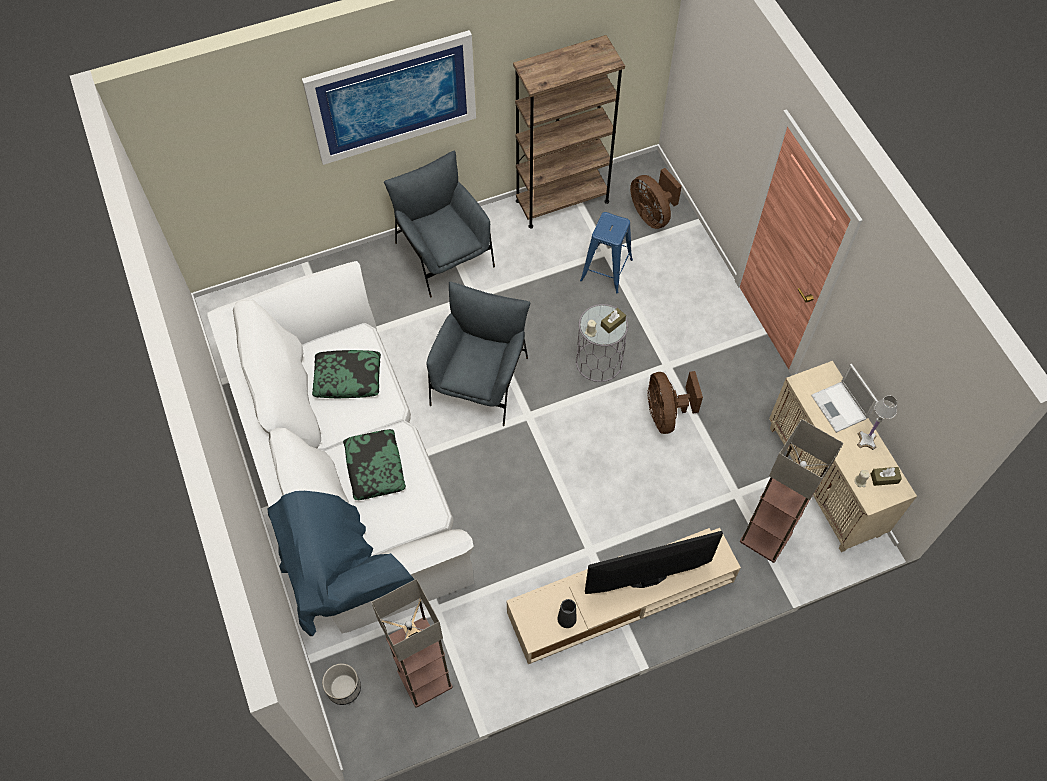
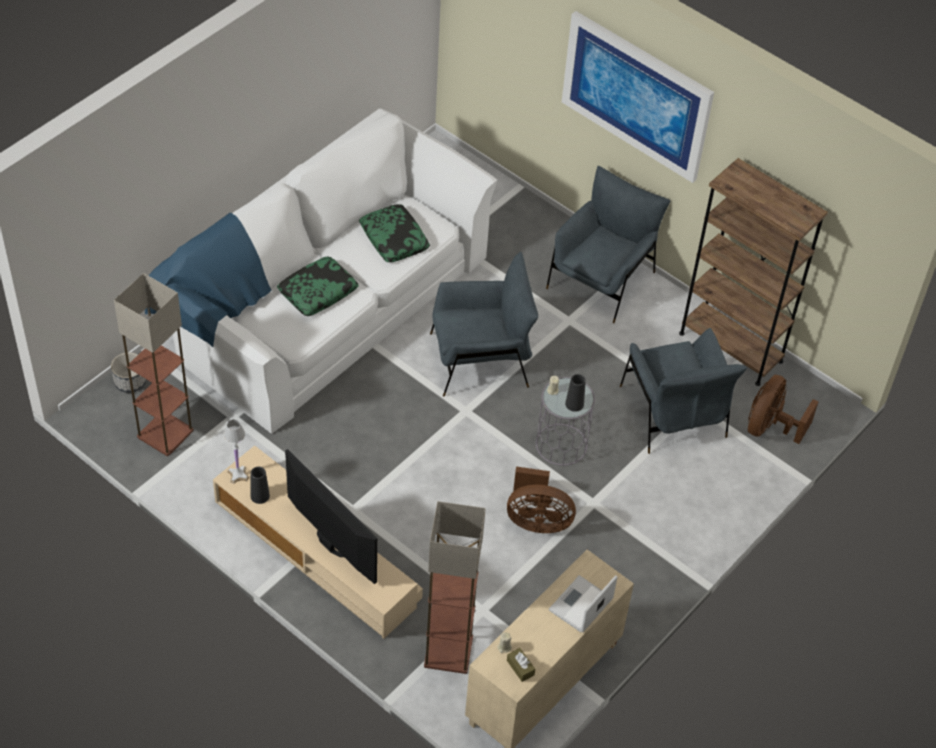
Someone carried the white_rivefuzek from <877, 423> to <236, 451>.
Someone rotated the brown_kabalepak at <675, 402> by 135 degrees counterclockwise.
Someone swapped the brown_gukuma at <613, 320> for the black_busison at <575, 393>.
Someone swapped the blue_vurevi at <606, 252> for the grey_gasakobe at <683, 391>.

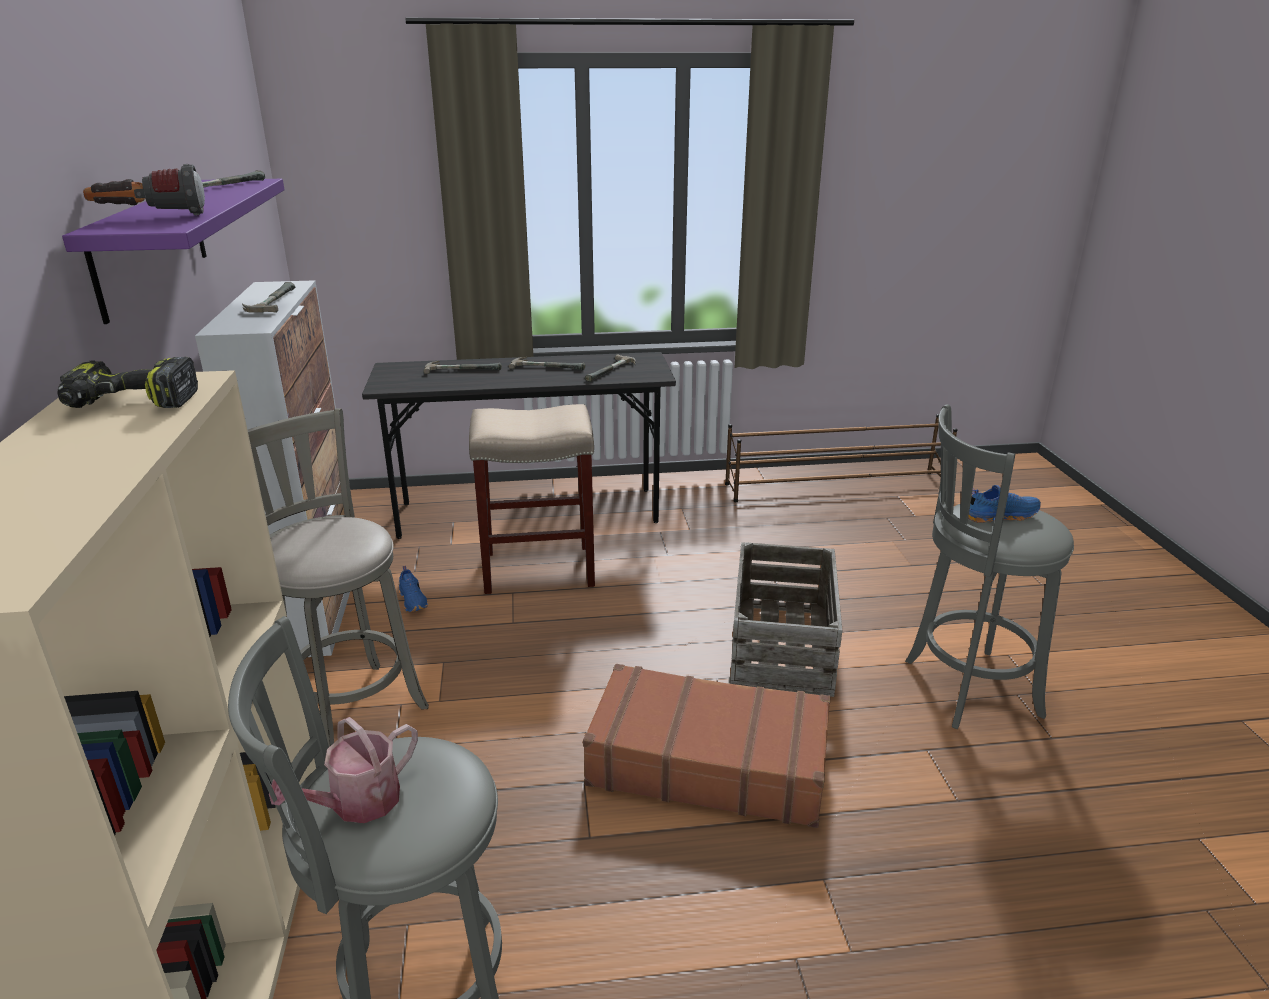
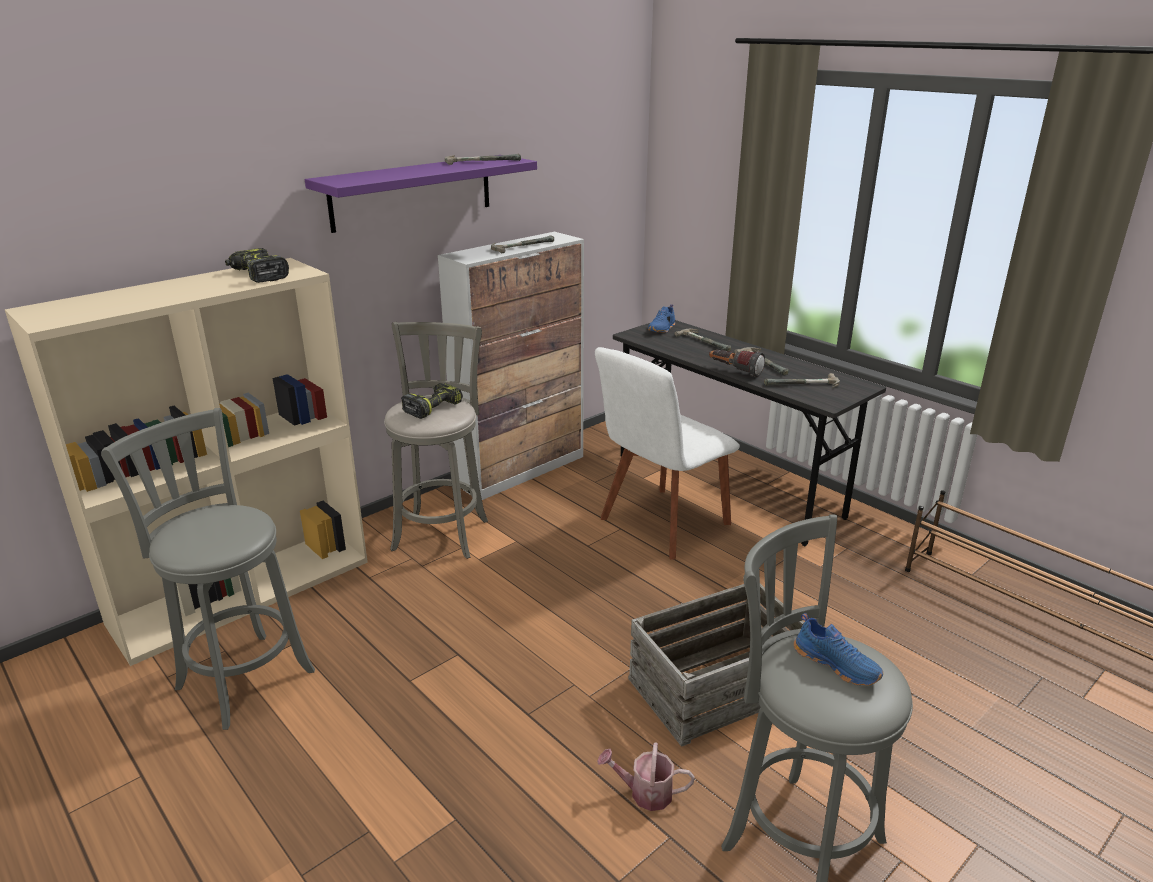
Someone put down the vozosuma at <432, 401>.
Someone swapped the beige_vurevi at <532, 499> for the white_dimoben at <667, 453>.
Someone carried the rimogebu from <343, 770> to <646, 776>.
Someone carried the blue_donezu from <413, 589> to <661, 318>.
Someone carried the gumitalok from <144, 189> to <737, 363>.
Someone took away the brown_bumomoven at <707, 746>.

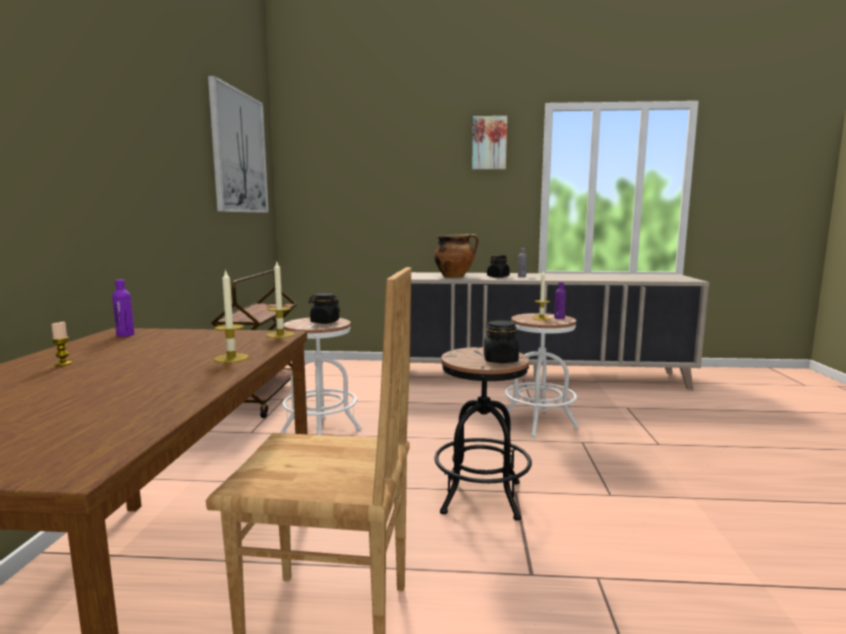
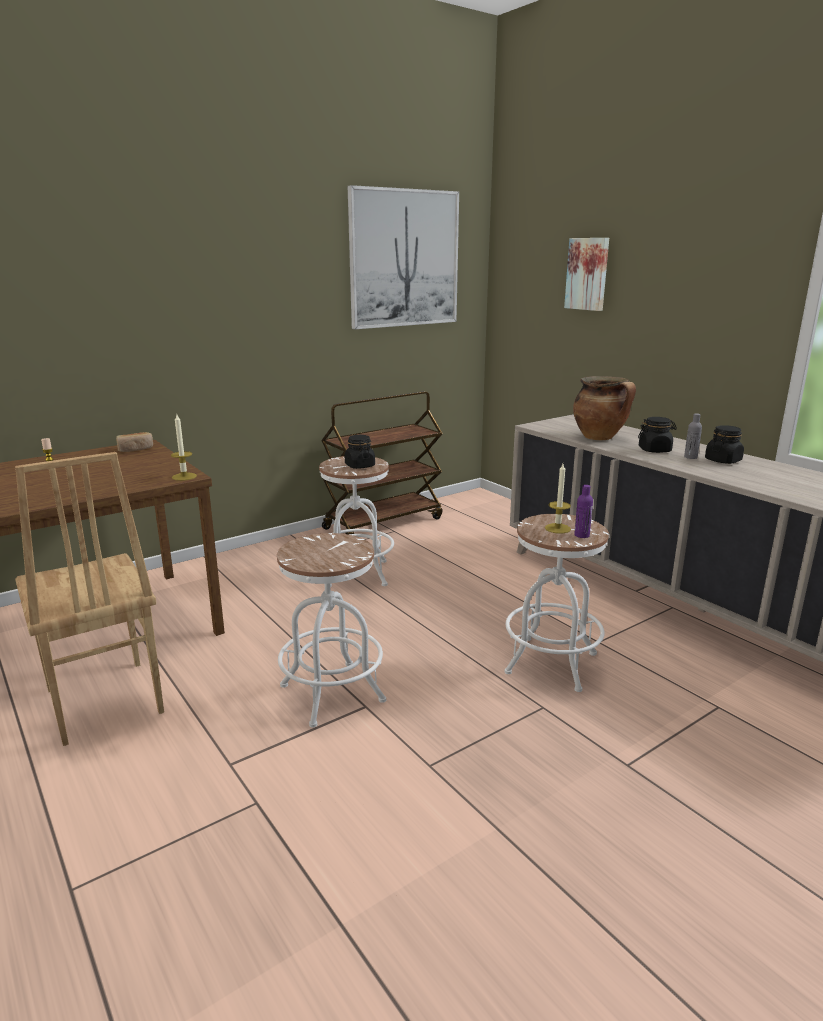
Someone swapped the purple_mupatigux at <123, 308> for the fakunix at <134, 442>.
Someone repainted the black_vurevi at <483, 434>, which became the white_vurevi at <331, 630>.
Someone carried the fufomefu from <489, 143> to <586, 274>.
Someone carried the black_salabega from <501, 341> to <724, 444>.
Someone took away the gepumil at <231, 316>.

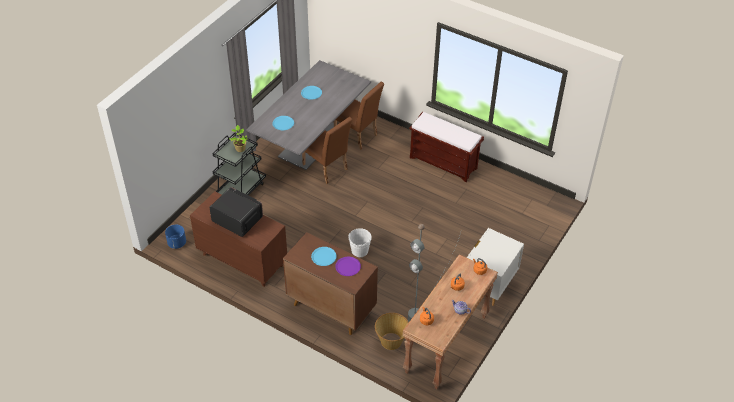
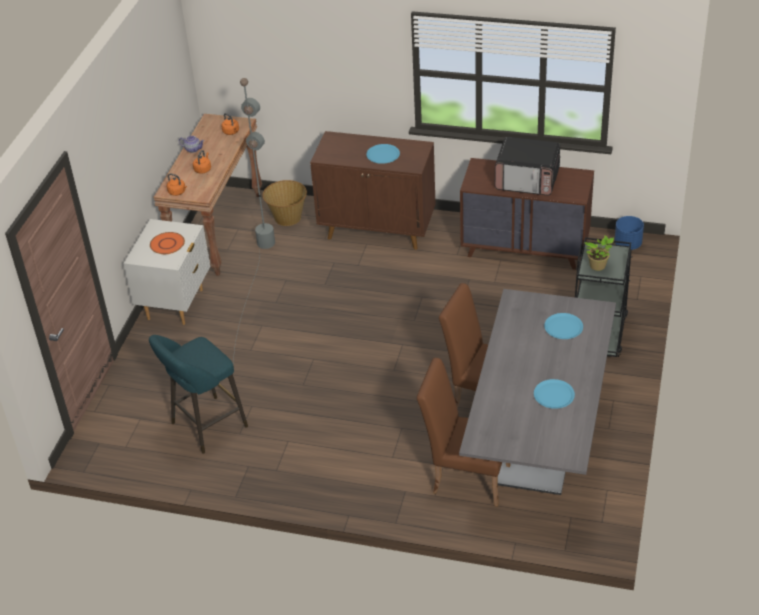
Someone put down the turquoise_vurevi at <198, 394>.
Someone put down the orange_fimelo at <167, 243>.
Someone took away the purple_fimelo at <348, 266>.
Someone took away the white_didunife at <360, 242>.
Someone took away the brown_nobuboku at <446, 147>.

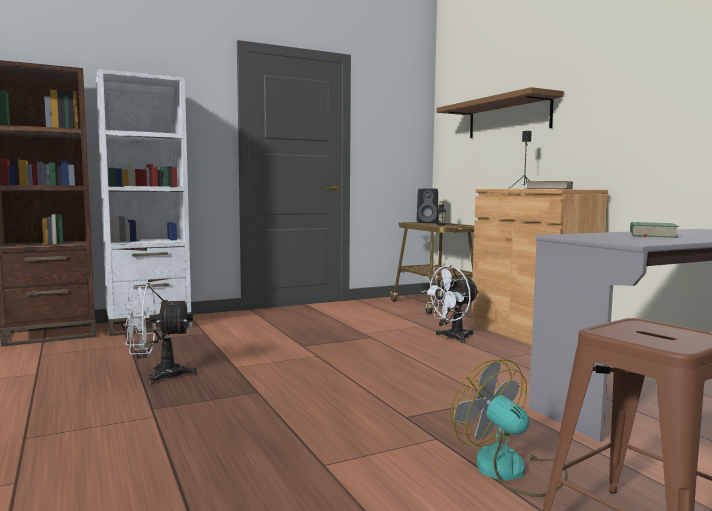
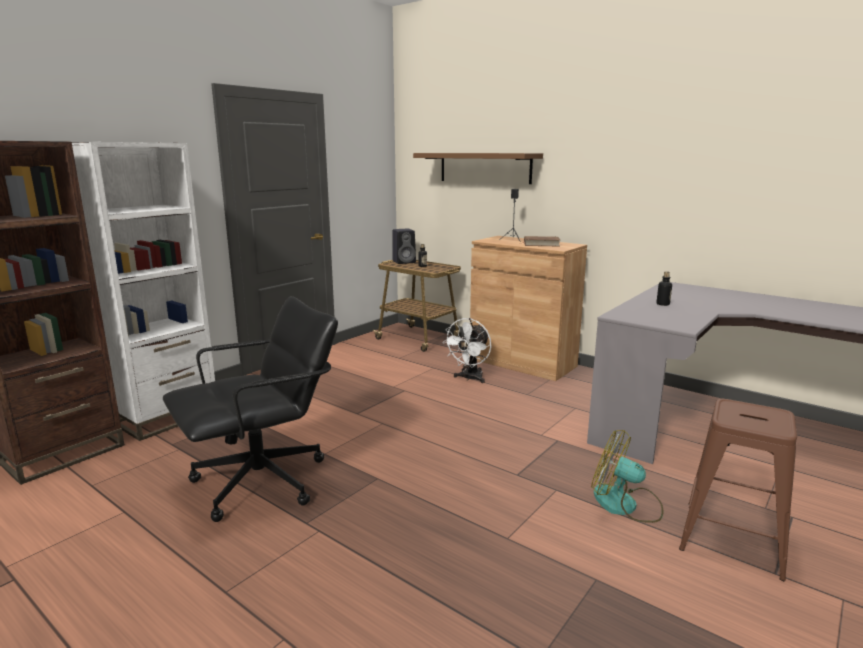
Someone swapped the white_kabalepak at <160, 334> for the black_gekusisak at <250, 409>.
Someone swapped the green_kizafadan at <654, 230> for the mupatigux at <664, 288>.

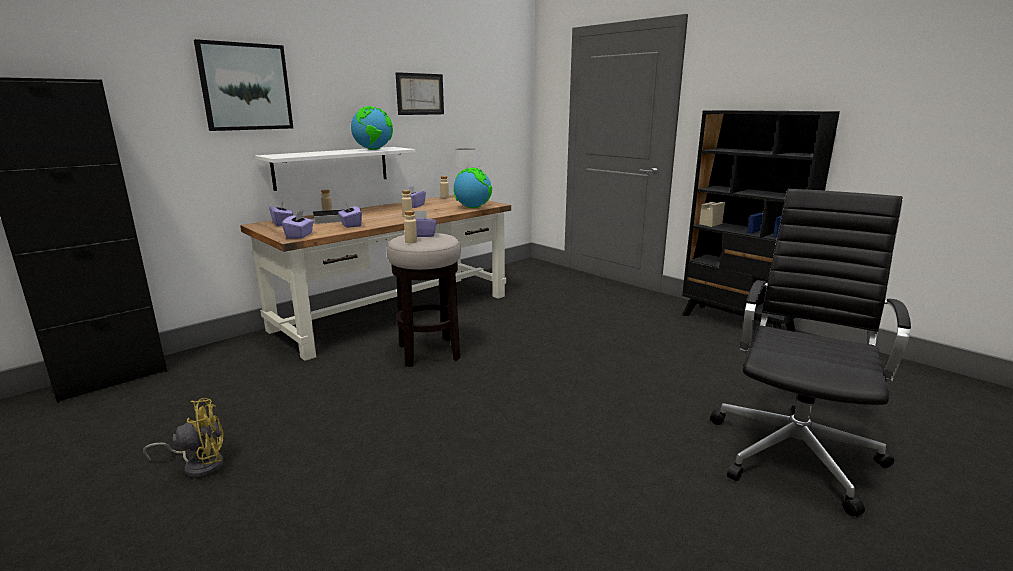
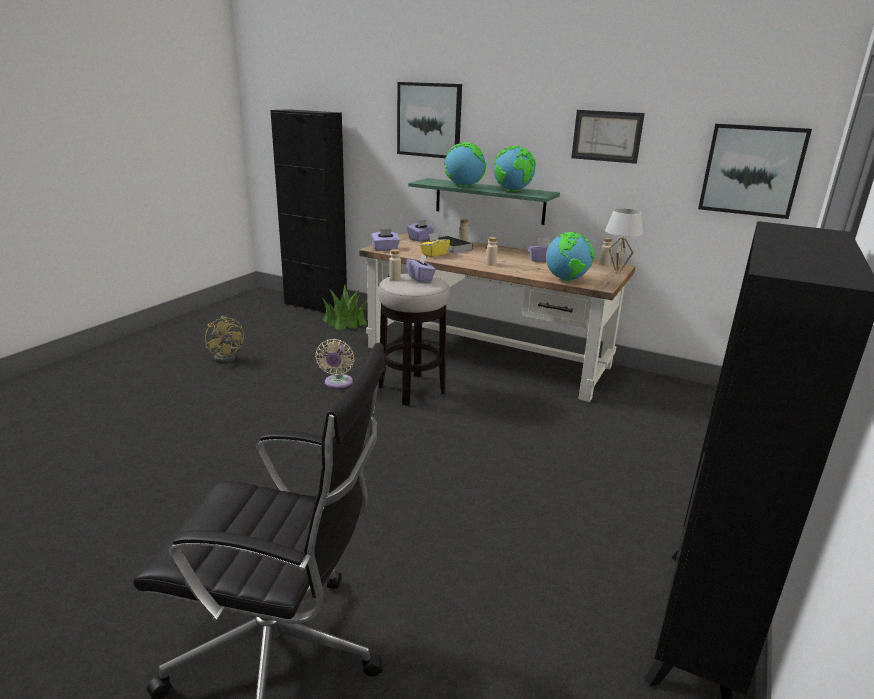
Someone put down the beige_kabalepak at <334, 364>.
Someone put down the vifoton at <345, 308>.
Someone repainted the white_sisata at <335, 169>, which became the green_sisata at <484, 201>.
Someone repainted the purple_gukuma at <350, 216>, which became the yellow_gukuma at <435, 244>.
Someone put down the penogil at <465, 164>.
Someone put up the fufomefu at <755, 171>.

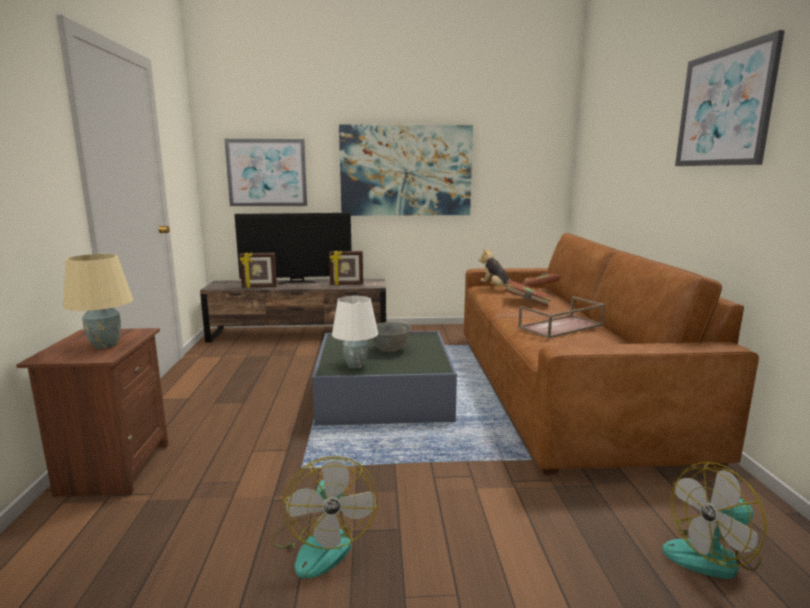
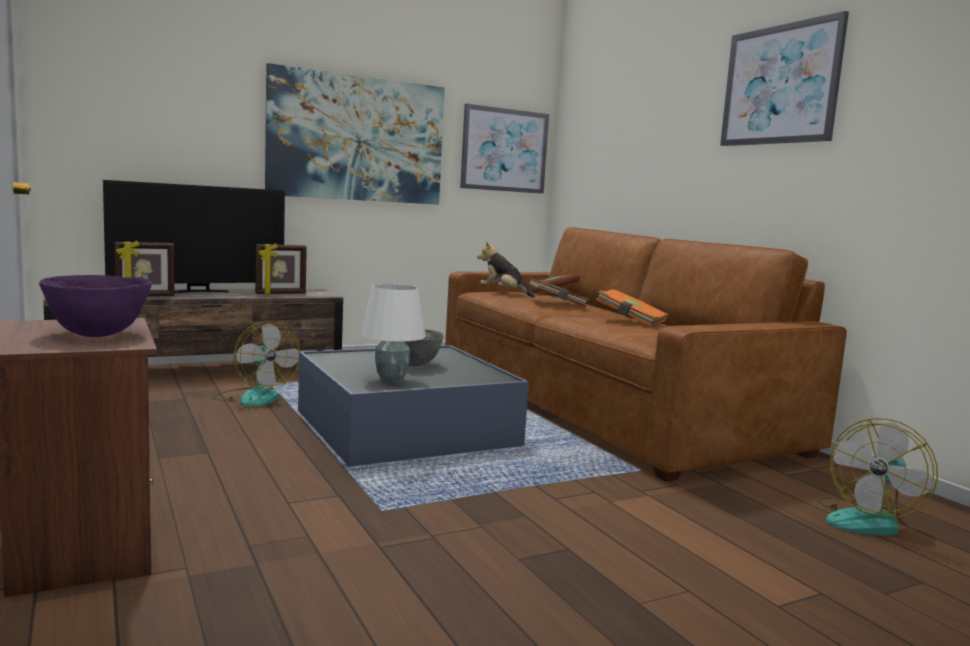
Someone swapped the beige_rivefuzek at <98, 301> for the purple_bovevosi at <95, 306>.
Someone carried the kabalepak from <324, 517> to <256, 364>.
Someone carried the fufomefu from <265, 172> to <504, 149>.
Someone swapped the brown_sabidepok at <561, 317> for the orange_kizafadan at <632, 308>.

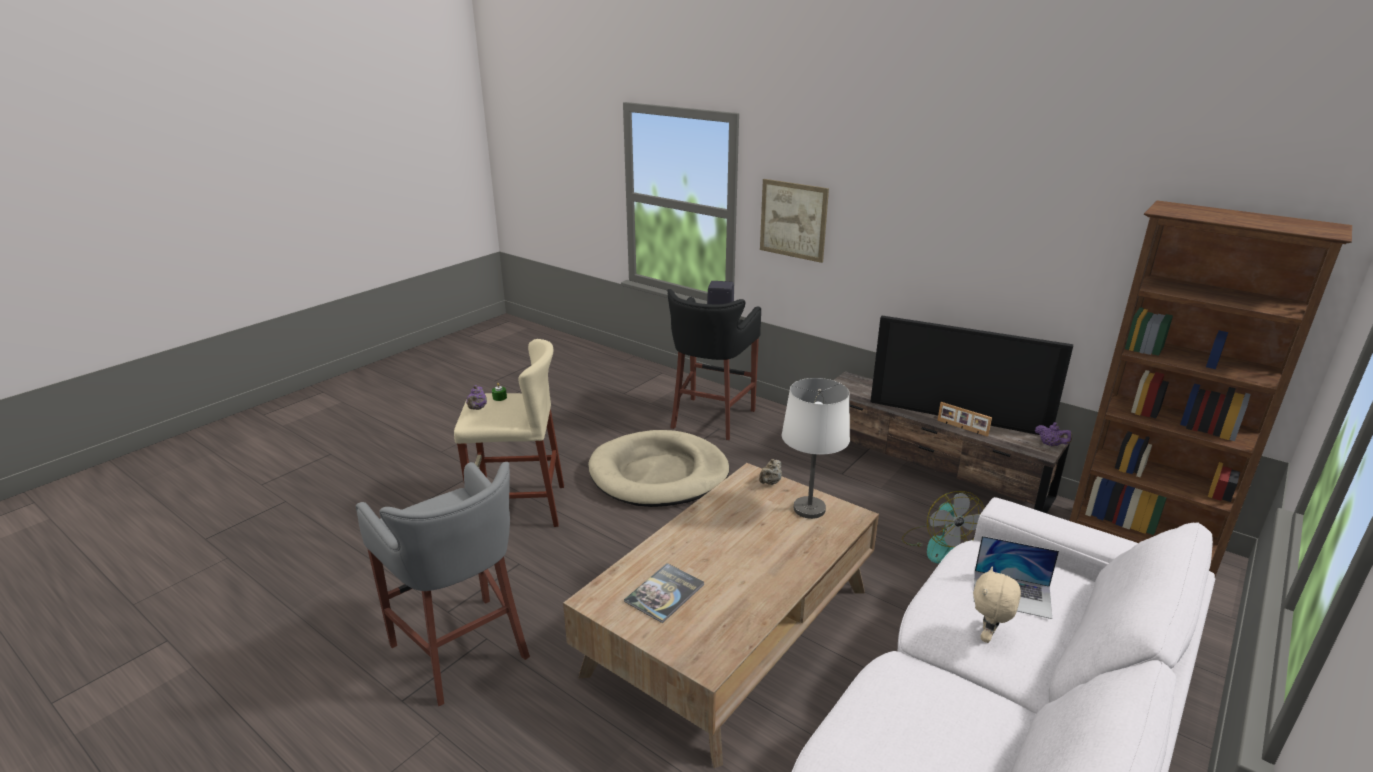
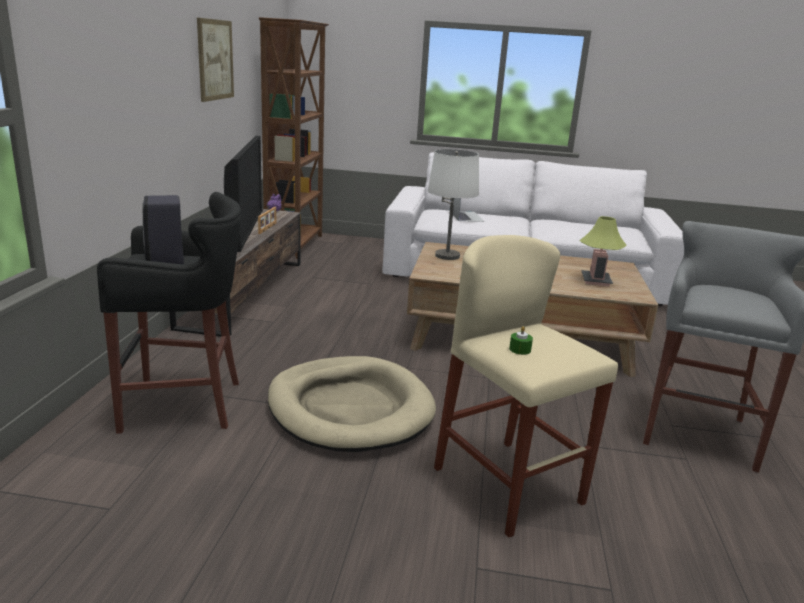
Someone carried the fufomefu from <794, 221> to <215, 60>.
Someone swapped the kizafadan at <664, 593> for the rivefuzek at <602, 251>.
Someone took away the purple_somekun at <476, 397>.
Someone took away the beige_somekun at <770, 472>.
Someone took away the kabalepak at <943, 527>.
Someone took away the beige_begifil at <997, 605>.

